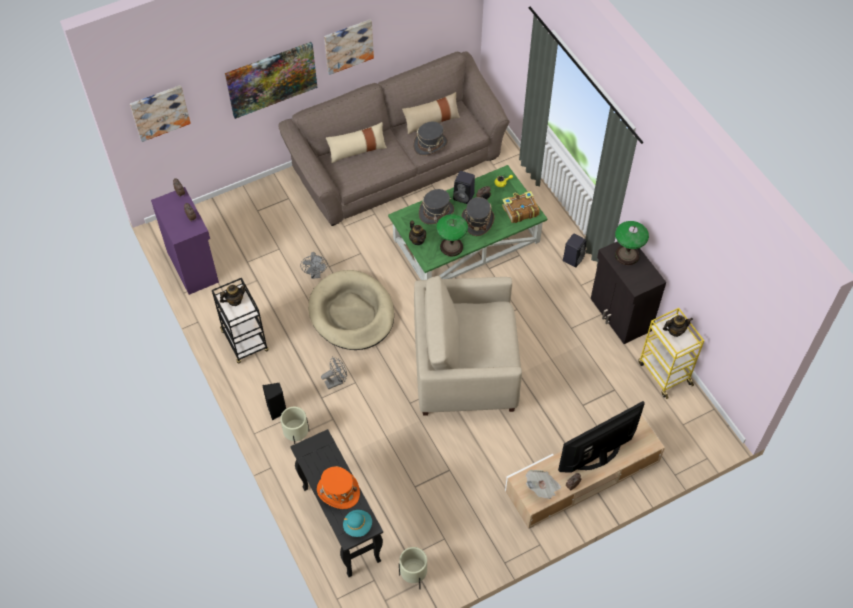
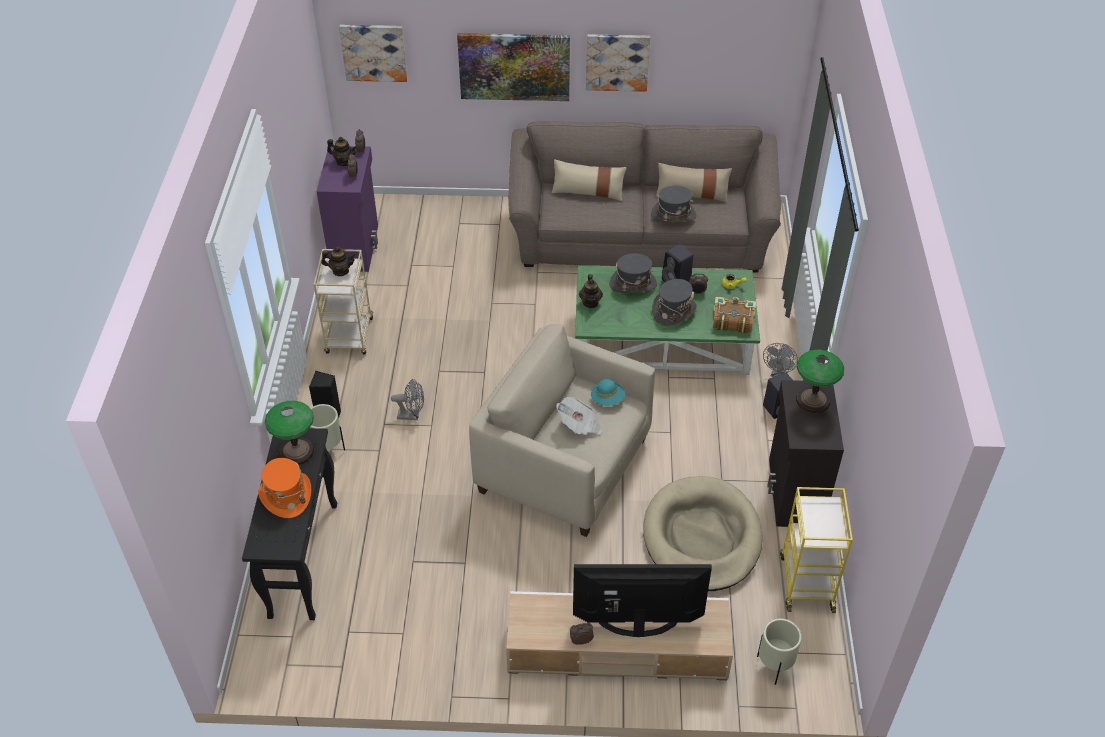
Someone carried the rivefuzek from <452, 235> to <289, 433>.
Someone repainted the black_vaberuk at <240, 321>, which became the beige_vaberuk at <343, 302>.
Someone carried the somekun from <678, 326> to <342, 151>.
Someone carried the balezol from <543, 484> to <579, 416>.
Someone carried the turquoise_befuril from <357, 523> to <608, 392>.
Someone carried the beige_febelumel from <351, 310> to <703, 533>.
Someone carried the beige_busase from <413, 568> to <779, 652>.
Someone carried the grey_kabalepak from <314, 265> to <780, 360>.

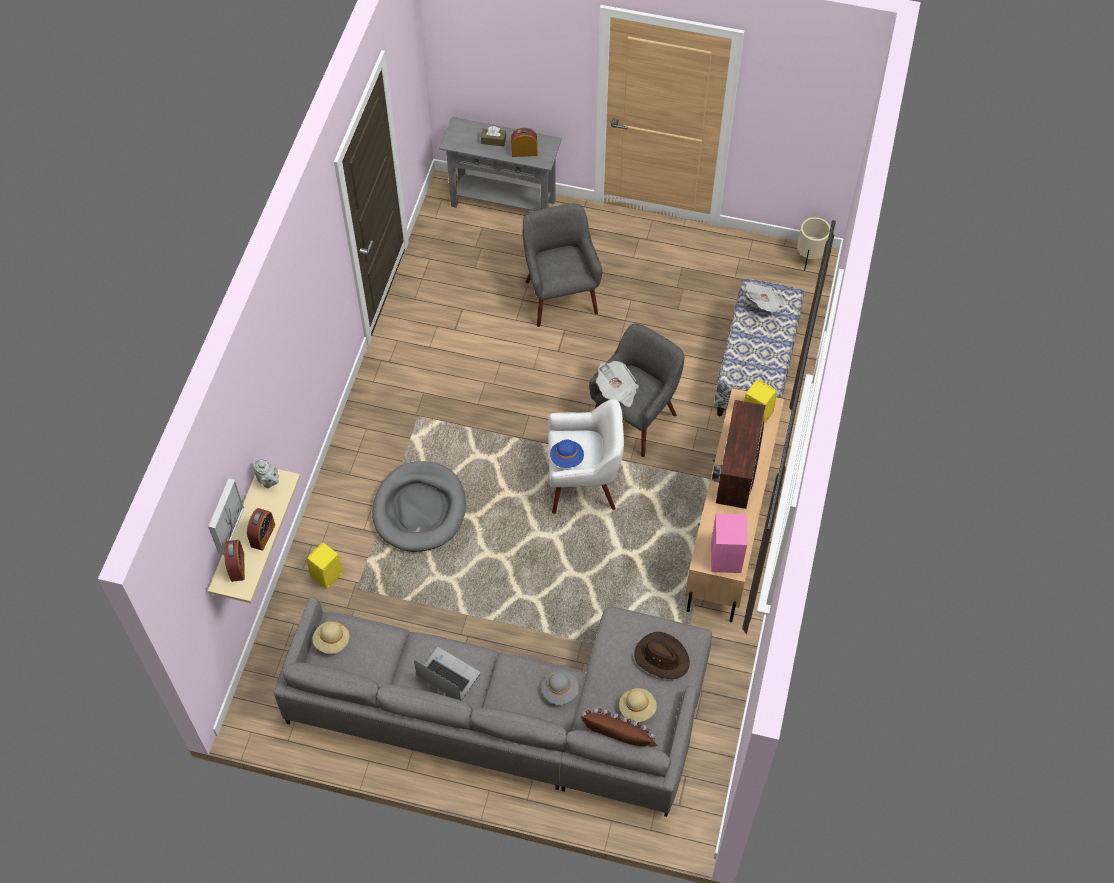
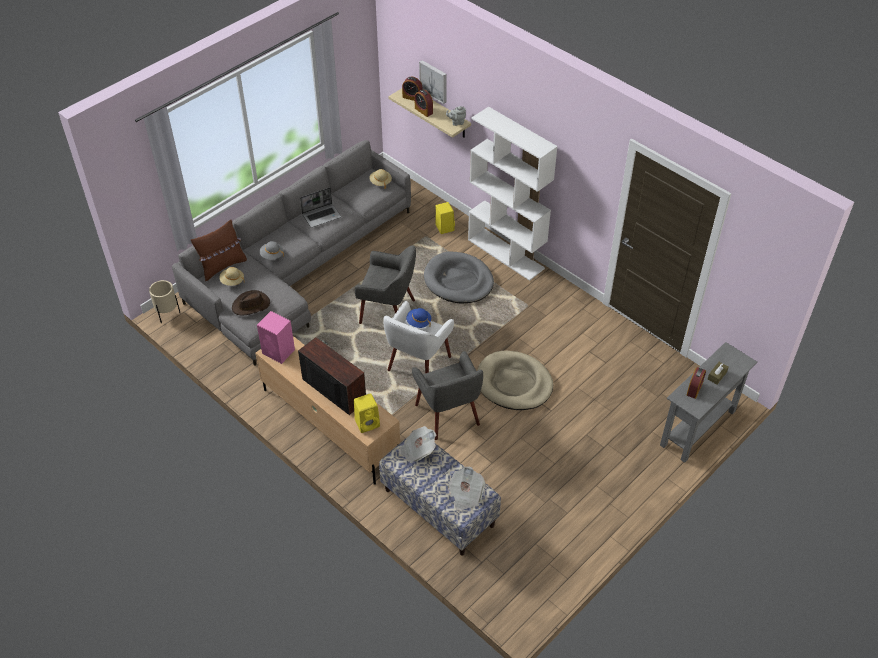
Someone carried the beige_busase from <814, 244> to <165, 301>.
Someone carried the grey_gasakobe from <562, 265> to <385, 284>.
Someone carried the balezol from <617, 384> to <417, 444>.
Someone put down the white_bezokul at <513, 194>.
Someone put down the beige_febelumel at <515, 380>.

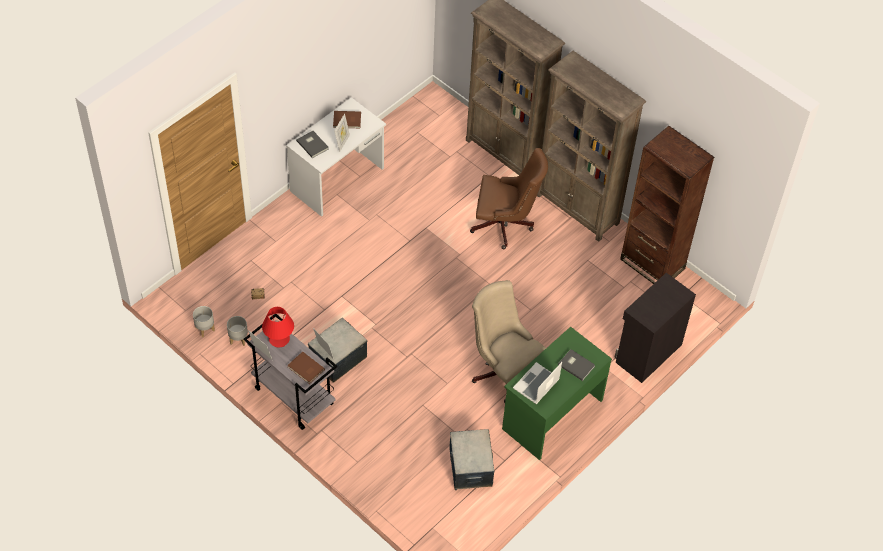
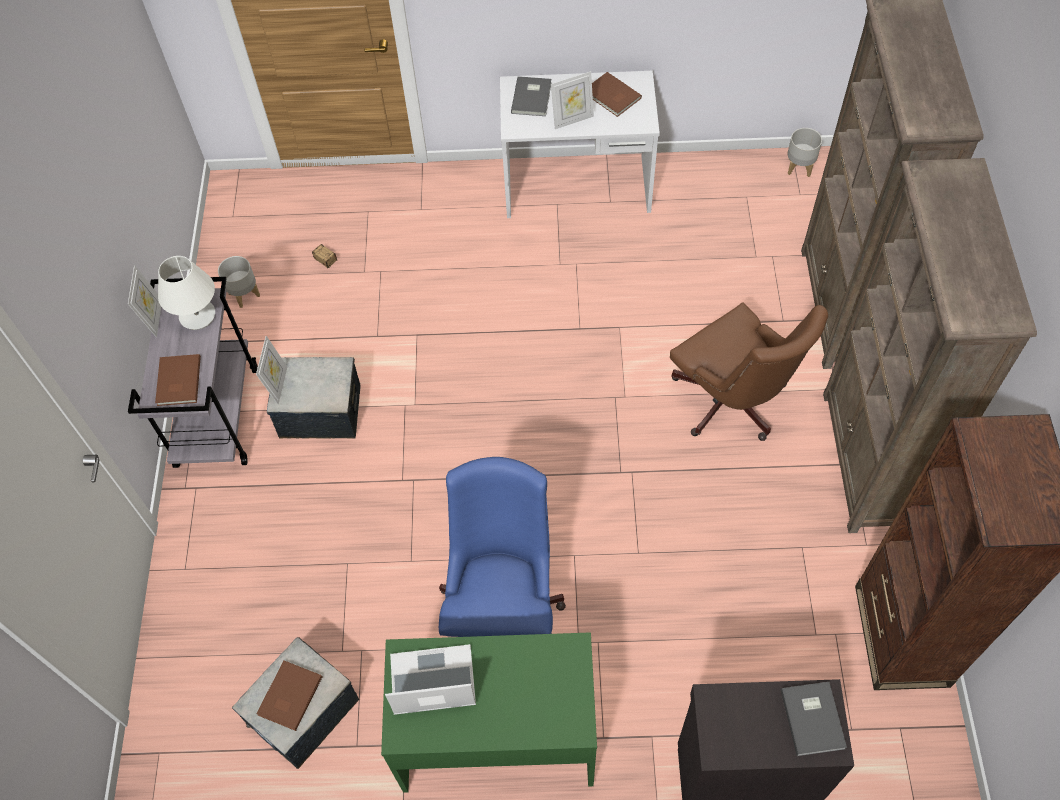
Someone repainted the red_rivefuzek at <278, 327>, which became the white_rivefuzek at <186, 293>.
Someone put down the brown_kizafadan at <289, 696>.
Someone repainted the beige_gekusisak at <509, 341>, which became the blue_gekusisak at <502, 547>.
Someone carried the grey_kizafadan from <576, 365> to <813, 719>.
Someone carried the grey_busase from <204, 321> to <805, 152>.

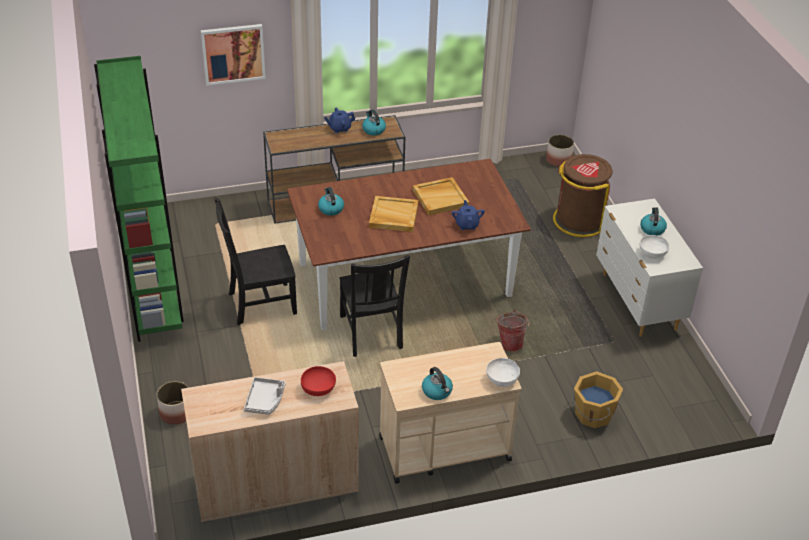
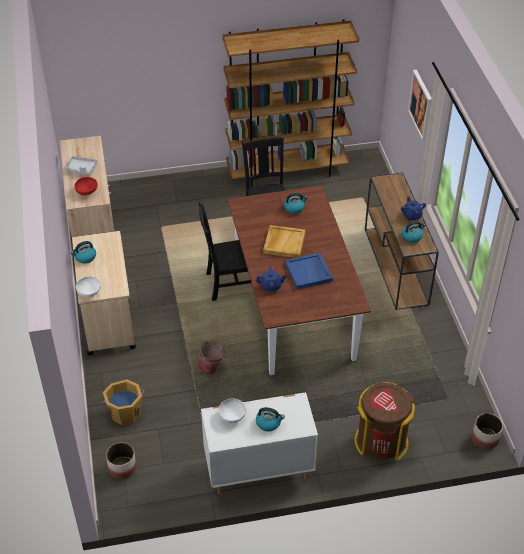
Someone carried the busase from <172, 403> to <121, 460>.
Someone repainted the green_bezokul at <139, 199>, which became the brown_bezokul at <290, 103>.
Someone repainted the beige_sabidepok at <441, 196>, which became the blue_sabidepok at <309, 271>.

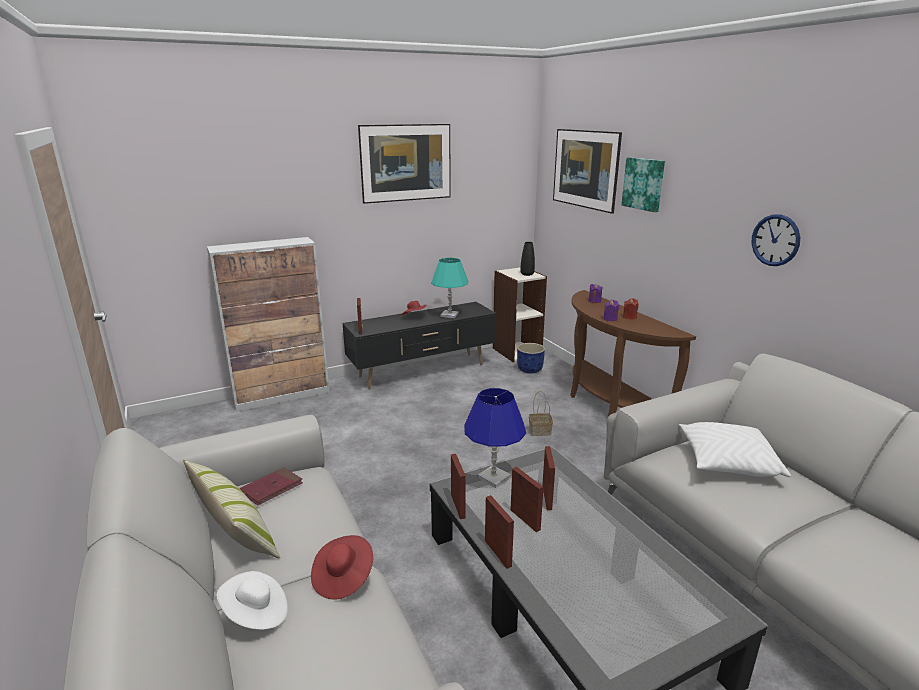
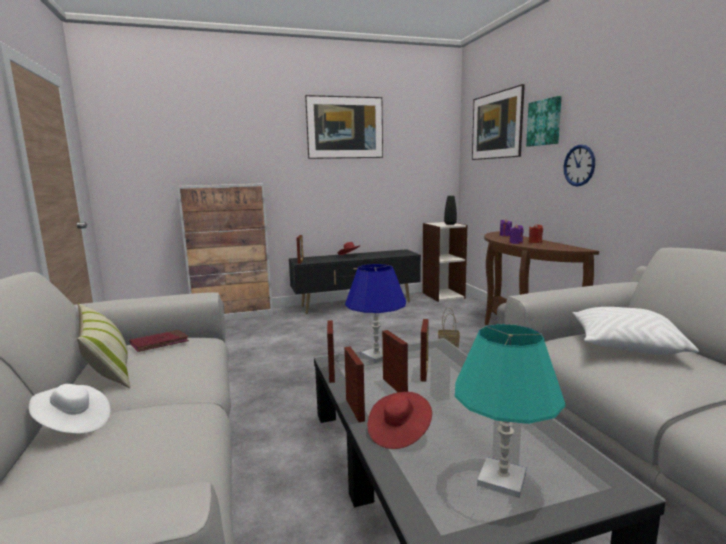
Someone carried the red_befuril from <342, 567> to <399, 420>.
Someone carried the turquoise_rivefuzek from <449, 288> to <510, 411>.
Someone carried the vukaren from <775, 240> to <579, 165>.
Someone took away the blue_busase at <531, 358>.

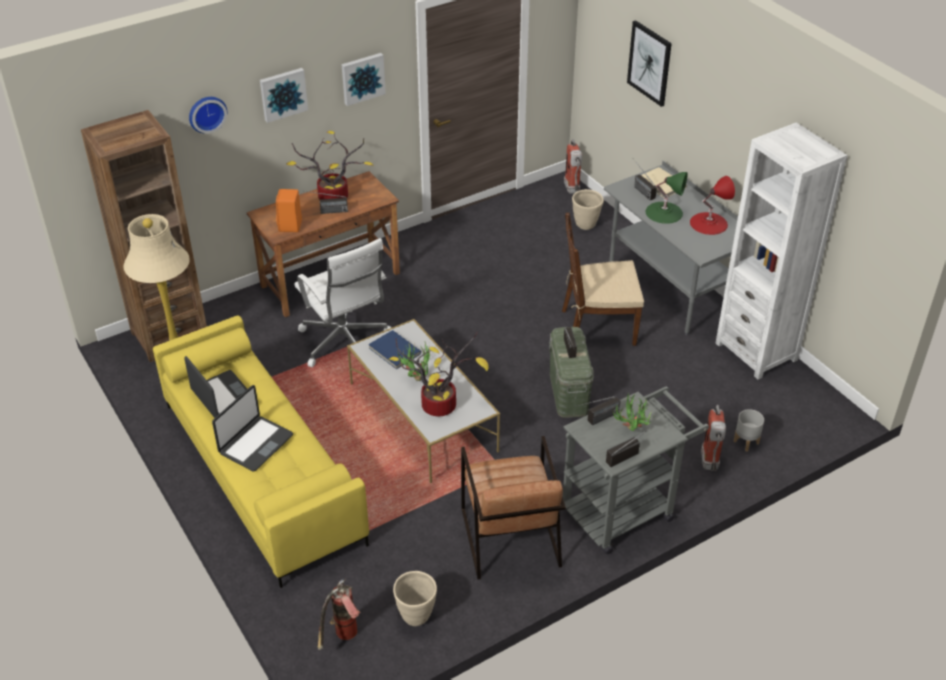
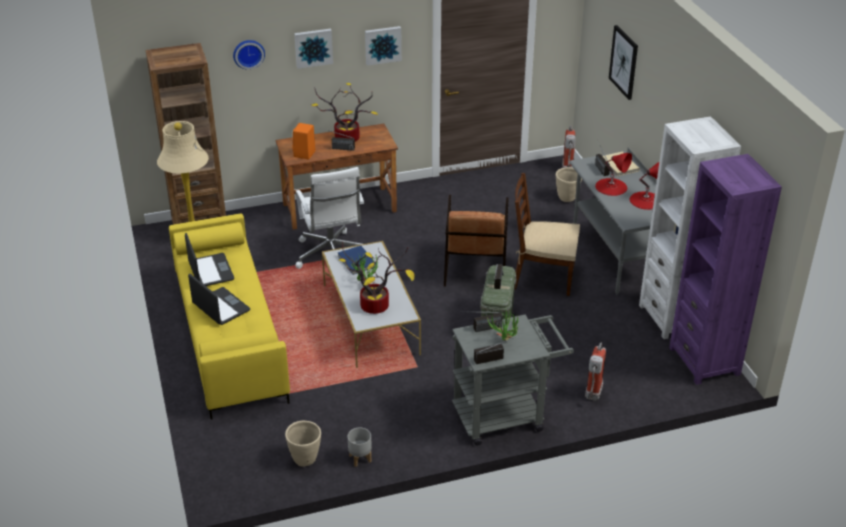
Someone rotated the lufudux at <252, 428> by 90 degrees counterclockwise.
Someone carried the grey_busase from <749, 430> to <360, 447>.
Someone carried the brown_gasakobe from <513, 508> to <476, 241>.
Someone repainted the green_rivefuzek at <667, 198>, which became the red_rivefuzek at <613, 174>.
Someone put down the purple_bezokul at <725, 269>.
Someone took away the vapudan at <339, 614>.

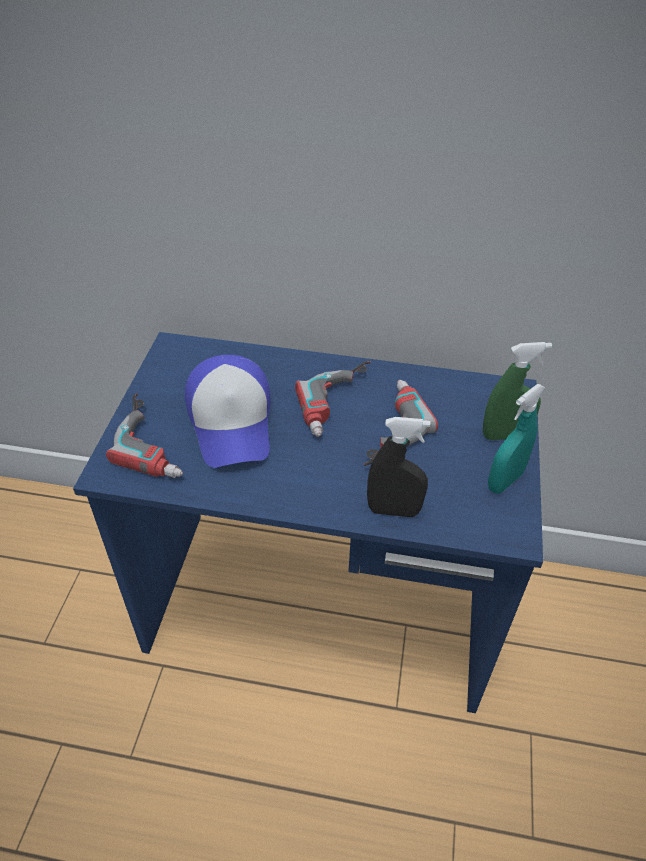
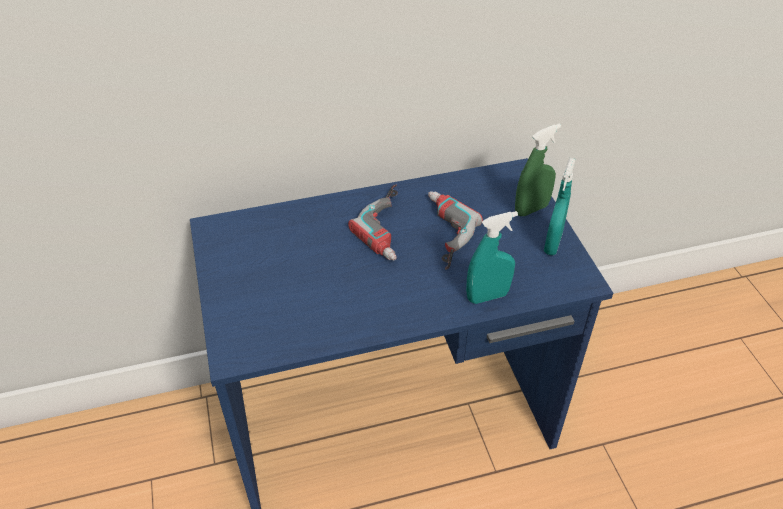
Someone repainted the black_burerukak at <399, 467>, which became the turquoise_burerukak at <492, 257>.
Someone took away the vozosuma at <144, 435>.
Someone took away the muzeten at <227, 411>.

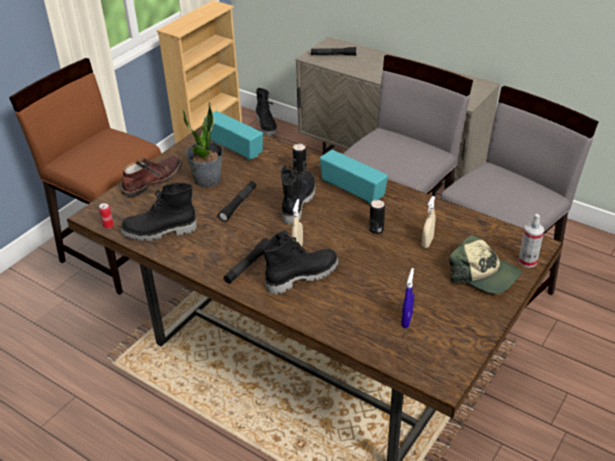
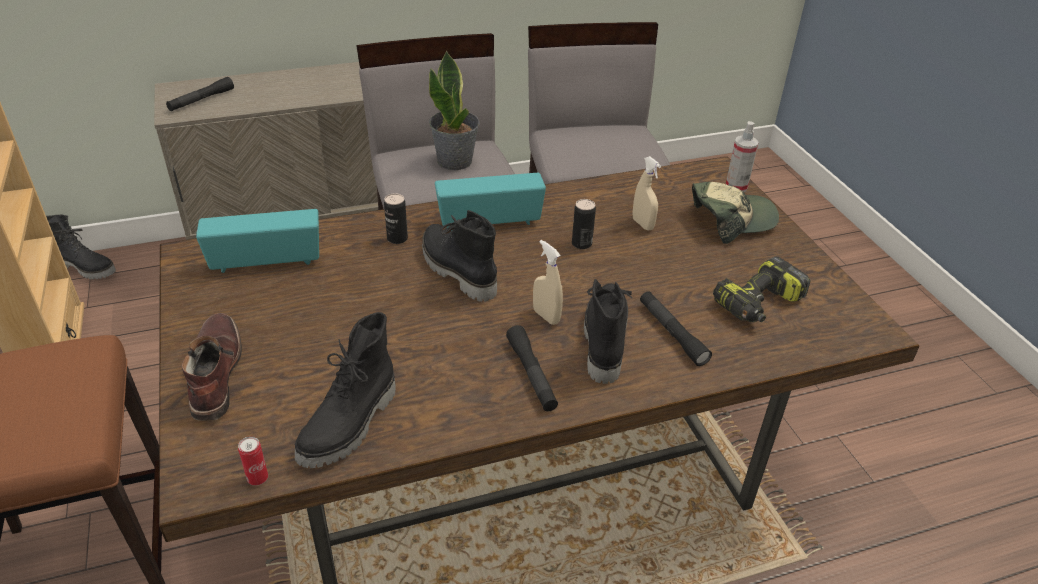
Someone carried the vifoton from <203, 144> to <454, 110>.
Someone carried the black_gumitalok from <237, 201> to <676, 328>.
Someone swapped the blue_burerukak at <407, 298> for the vozosuma at <762, 289>.

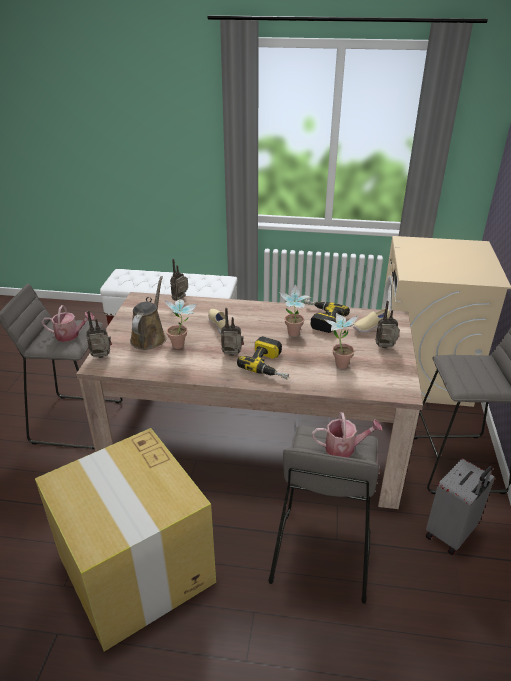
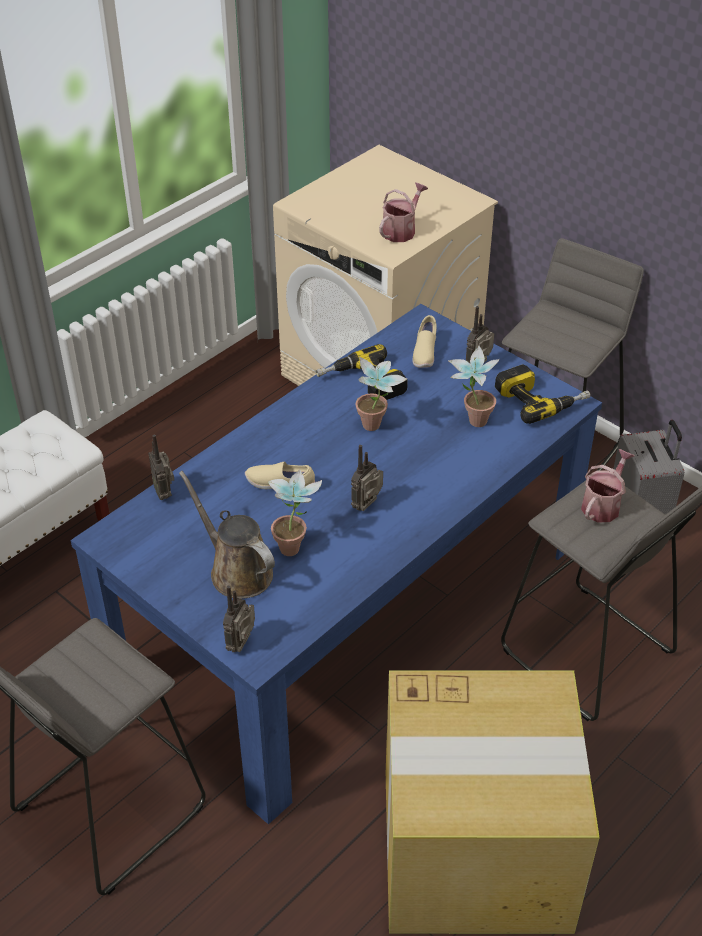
Someone repainted the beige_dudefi at <249, 400>, which became the blue_dudefi at <336, 564>.
Someone carried the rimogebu from <68, 323> to <403, 212>.
Someone carried the vozosuma from <263, 357> to <542, 394>.

